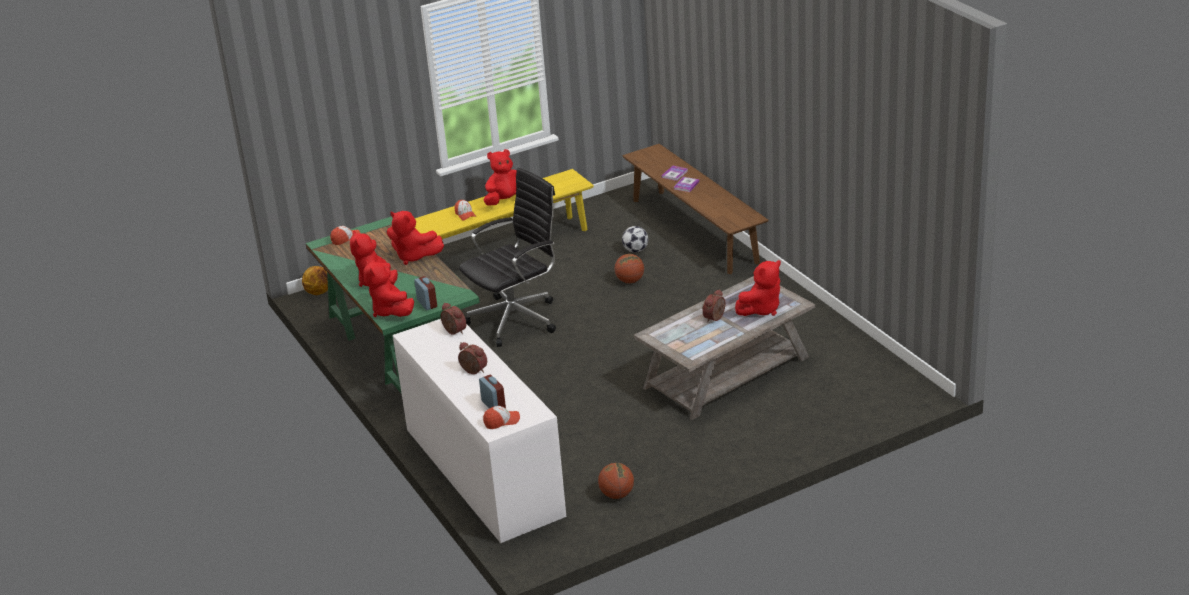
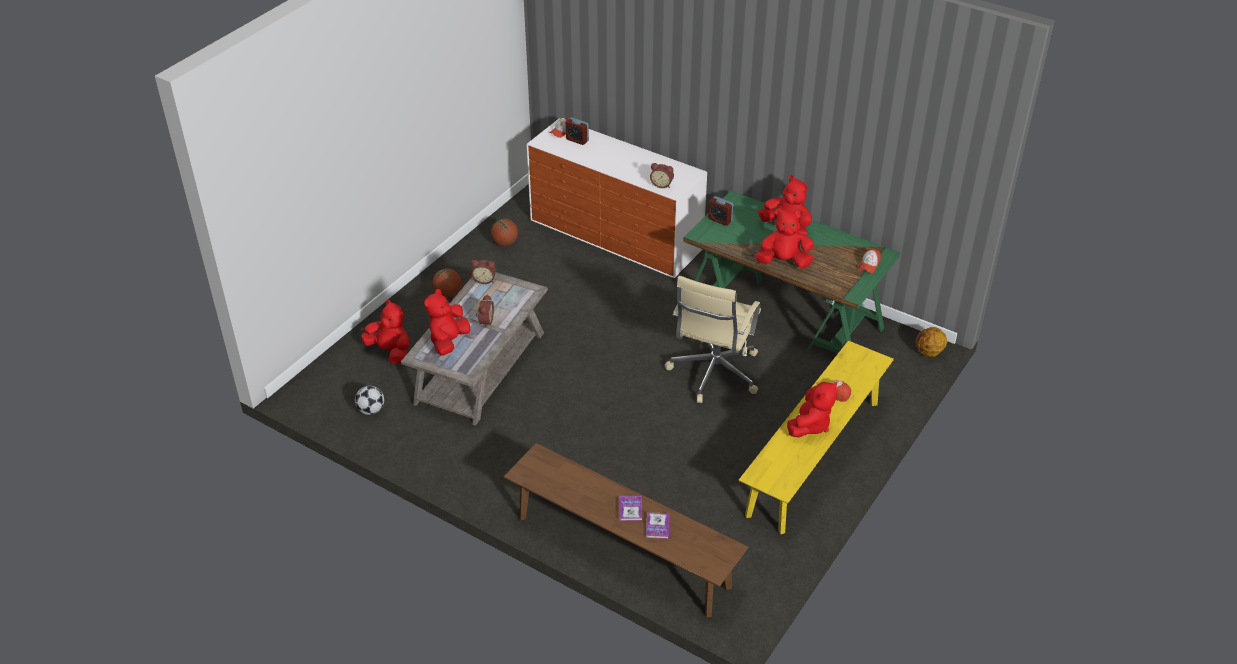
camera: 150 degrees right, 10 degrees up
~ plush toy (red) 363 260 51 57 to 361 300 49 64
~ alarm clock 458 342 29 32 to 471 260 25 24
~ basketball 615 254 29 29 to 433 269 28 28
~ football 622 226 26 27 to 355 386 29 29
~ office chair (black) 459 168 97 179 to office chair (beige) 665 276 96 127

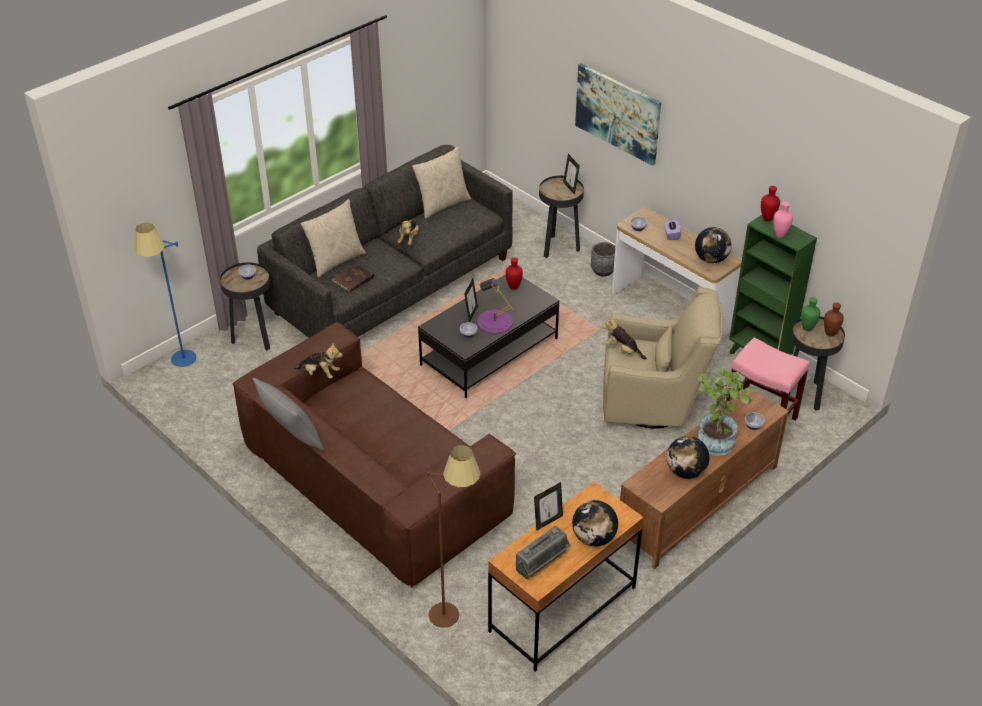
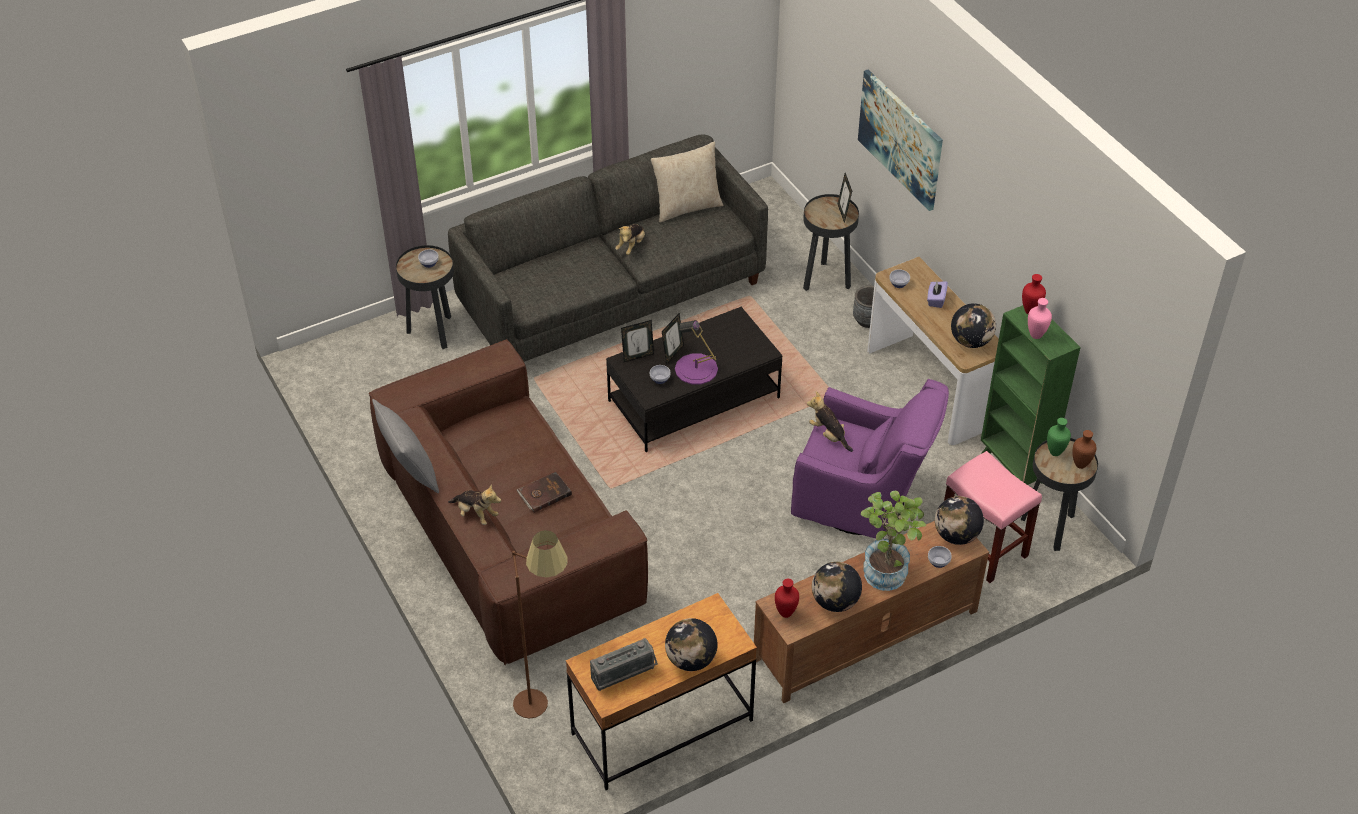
camera: 15 degrees right, 5 degrees up
- floor lamp (blue) 134 223 63 144
- pillow (beige) 301 199 65 78
+ globe 935 496 49 49
~ plush toy 295 343 48 35 to 448 484 53 41
~ book (brown) 332 264 42 28 to 517 472 55 41
~ vase (red) 506 258 17 32 to 775 579 24 39
~ picture frame 534 482 29 49 to 621 320 33 42
~ armchair (beige) 603 287 120 141 to armchair (purple) 791 379 158 159

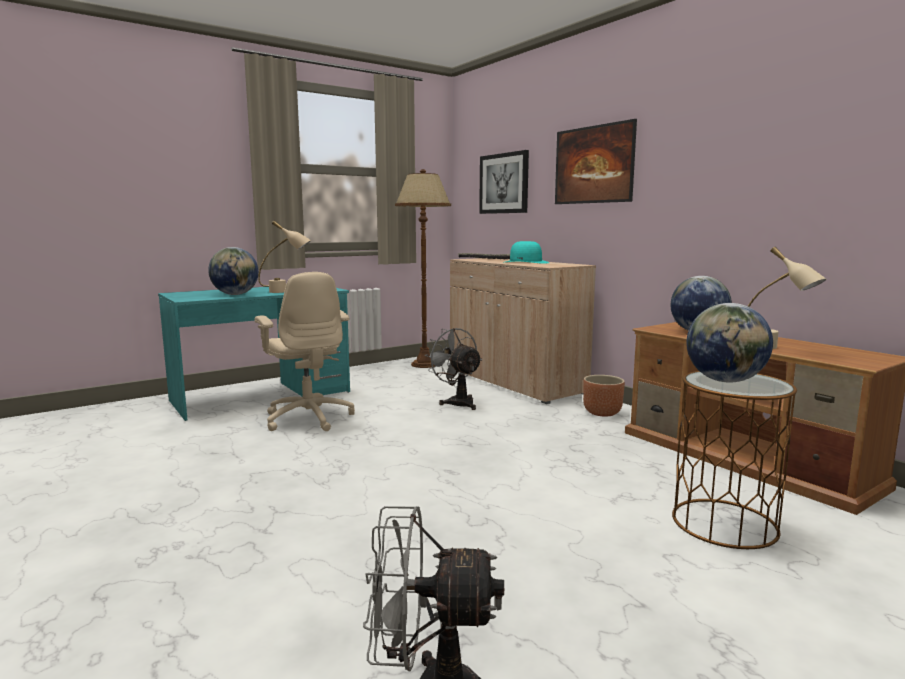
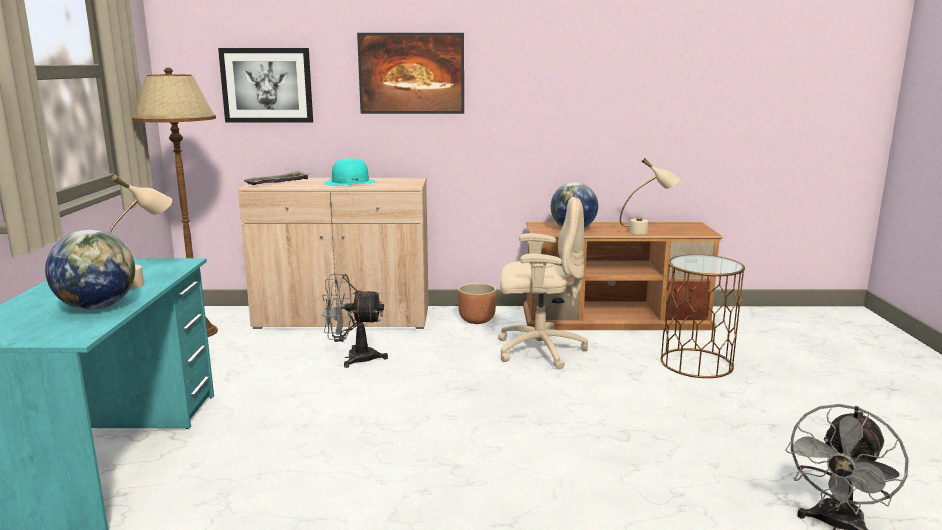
camera: 55 degrees left, 5 degrees up
- globe 686 303 87 80
~ office chair (beige) 254 272 101 159 to 498 197 90 172

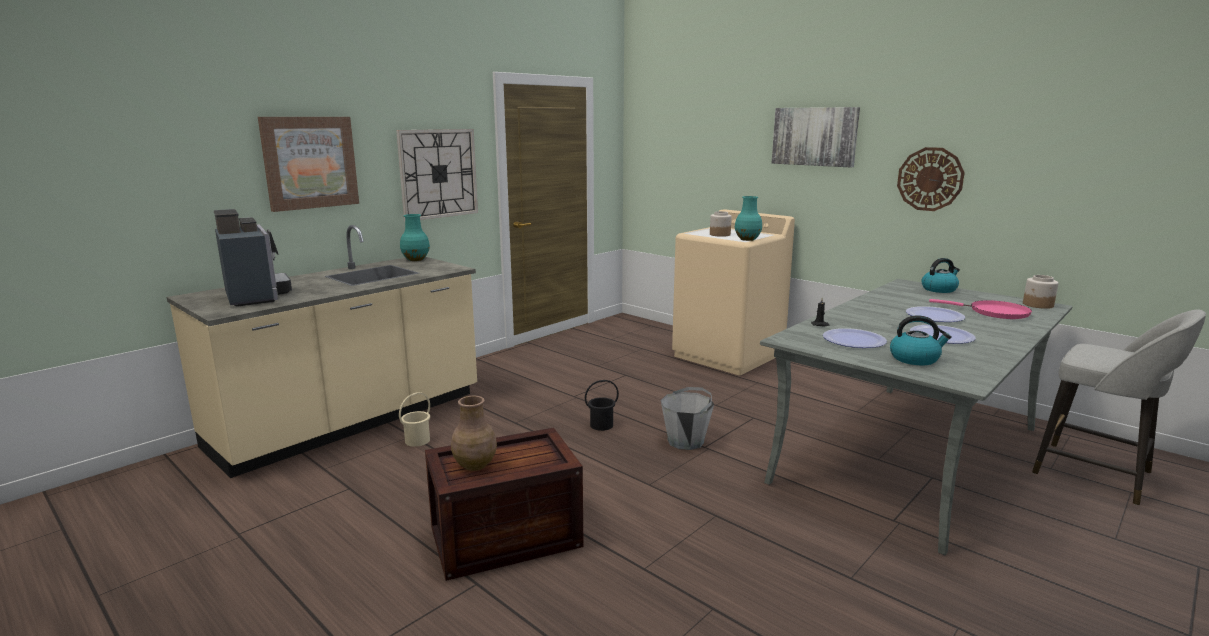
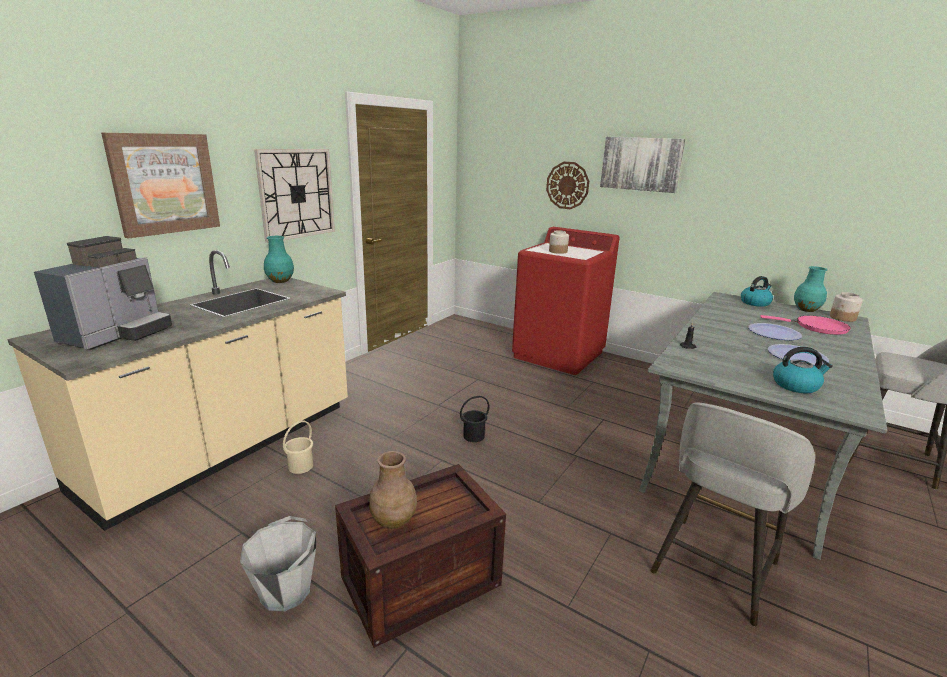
camera: 10 degrees left, 5 degrees up
- plate 823 328 64 20
+ stool (grey) 651 402 164 224
~ bucket (grey) 661 387 53 63 to 240 516 76 96
~ vase (turquoise) 735 196 27 45 to 794 266 34 46
~ wall clock 897 147 68 64 to 546 162 43 47
~ washing machine (beige) 672 209 123 166 to washing machine (red) 512 227 108 148
~ coffee machine 214 209 78 98 = 34 236 138 114 60 degrees clockwise

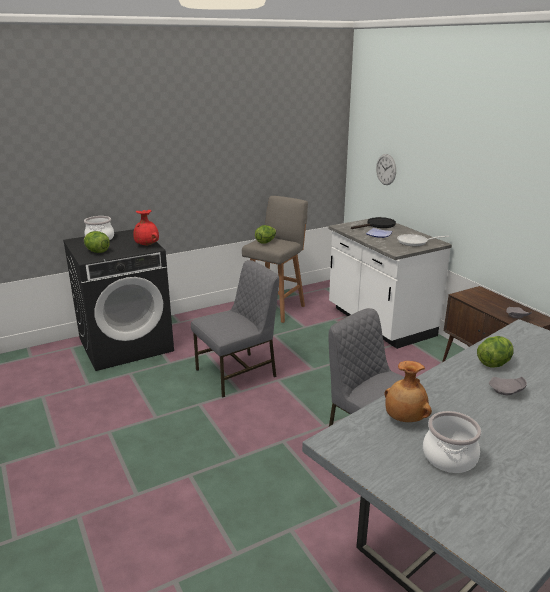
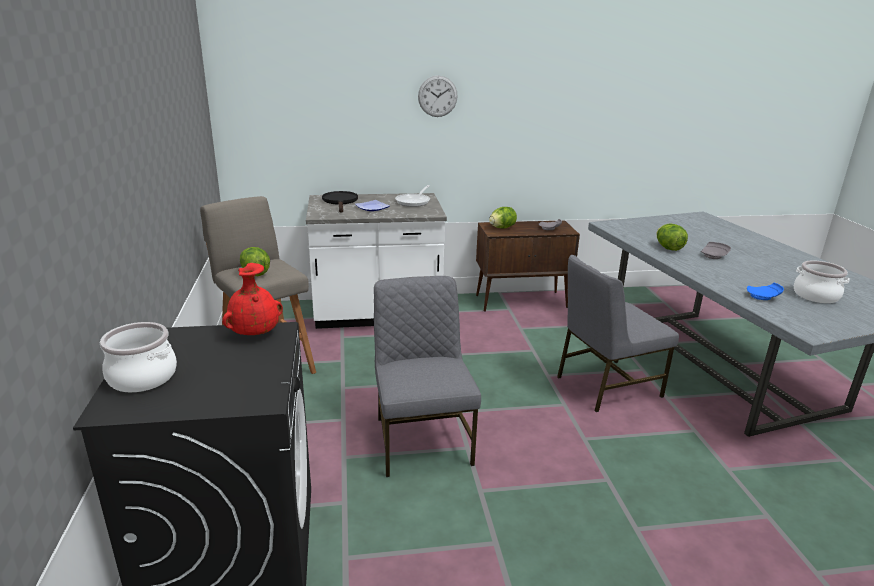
camera: 70 degrees left, 0 degrees up
~ lettuce 84 231 26 22 to 489 207 28 21
~ wall clock 376 154 20 31 to 418 75 40 42
~ vase (brown) 384 361 48 61 to plate (blue) 747 283 37 17

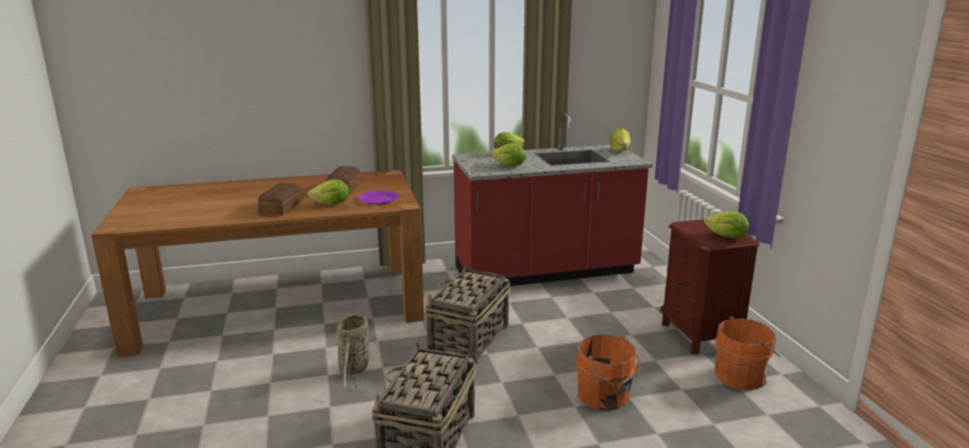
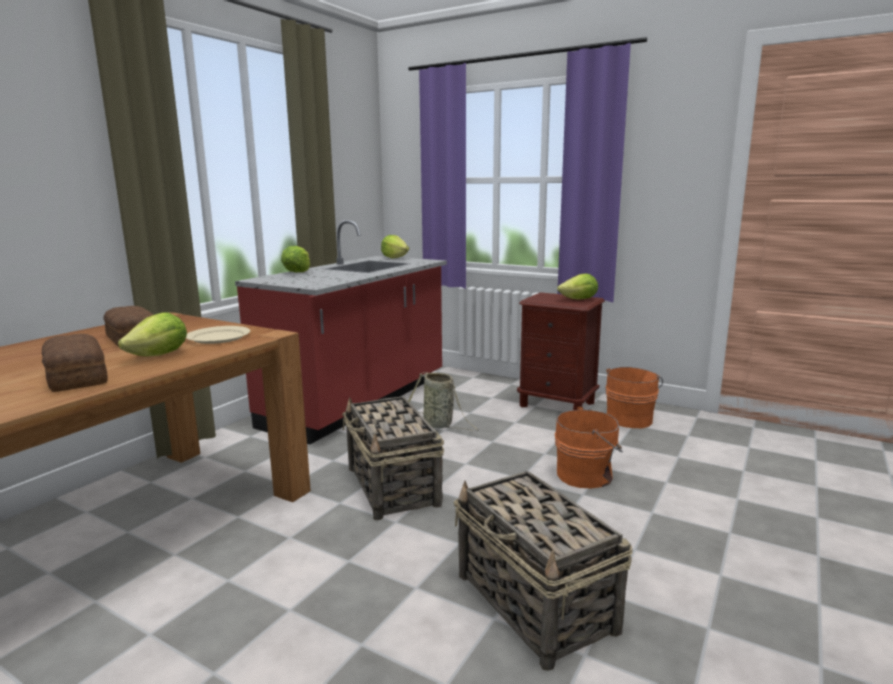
camera: 45 degrees left, 5 degrees down
- lettuce 491 144 35 22
~ basket 336 312 33 80 to 408 372 70 59
~ plate (purple) 358 190 41 15 to plate (beige) 186 326 64 18

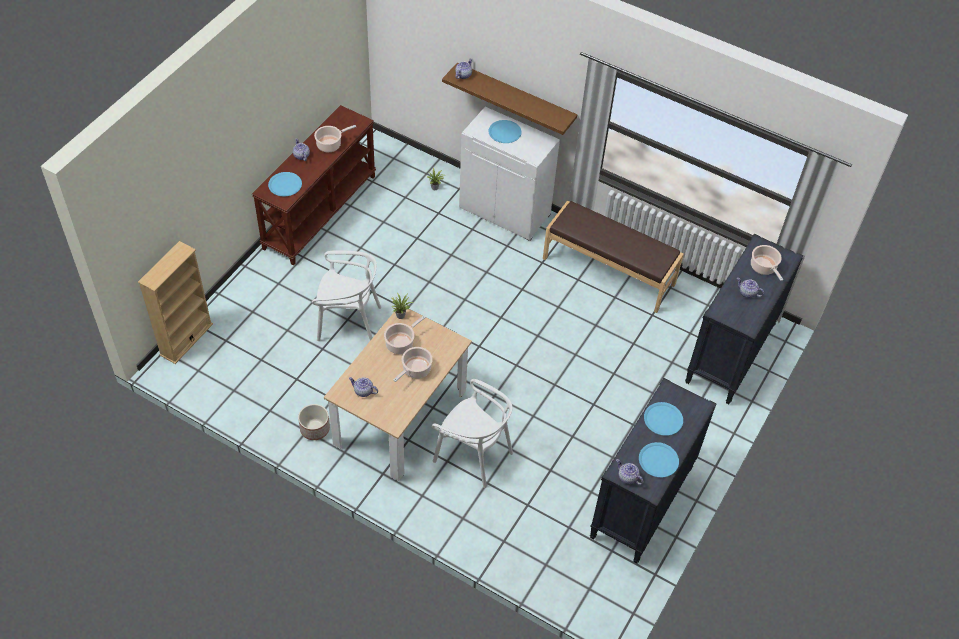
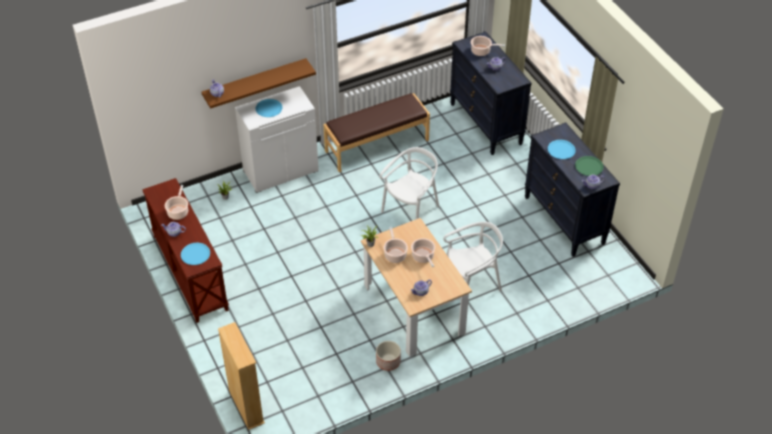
camera: 55 degrees left, 5 degrees down
~ chair (white) 312 250 69 91 to 380 147 59 72
~ plate (blue) 639 442 40 35 to plate (green) 575 156 29 20

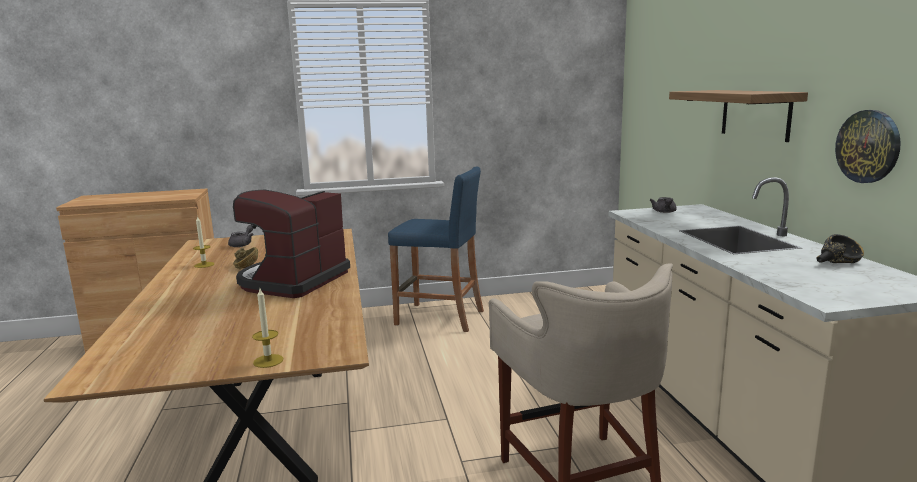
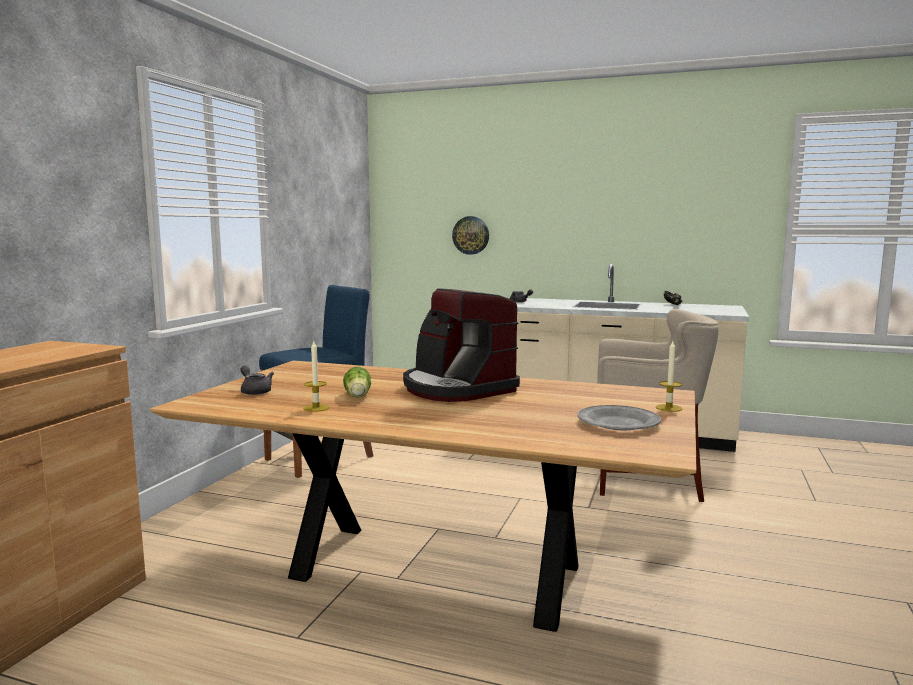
camera: 60 degrees left, 5 degrees down
- shelf 669 90 139 52
+ plate (grey) 577 405 84 25
~ wall clock 835 110 66 73 to 452 216 37 39
~ bowl (brown) 233 247 25 22 to lettuce 343 367 28 30

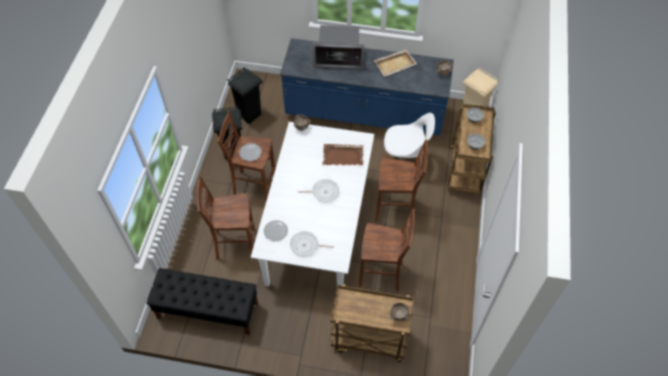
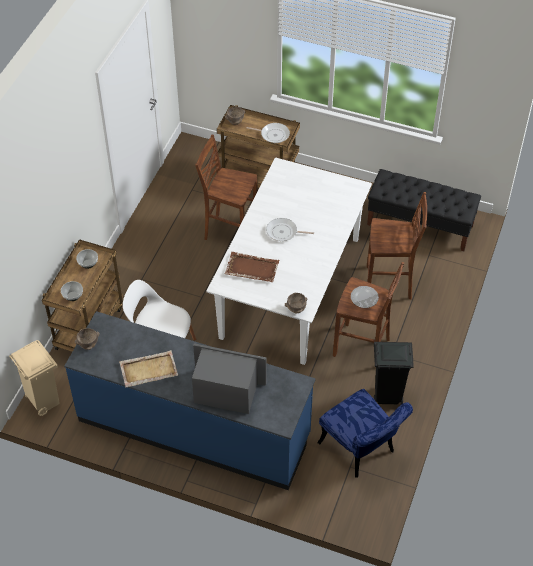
camera: 170 degrees left, 5 degrees down
- plate 264 220 24 21
- stool (brown) 375 139 53 83
~ frying pan 290 231 44 25 to 246 123 44 20
~ trash can (black) 227 67 36 57 to chair (blue) 318 389 95 89

